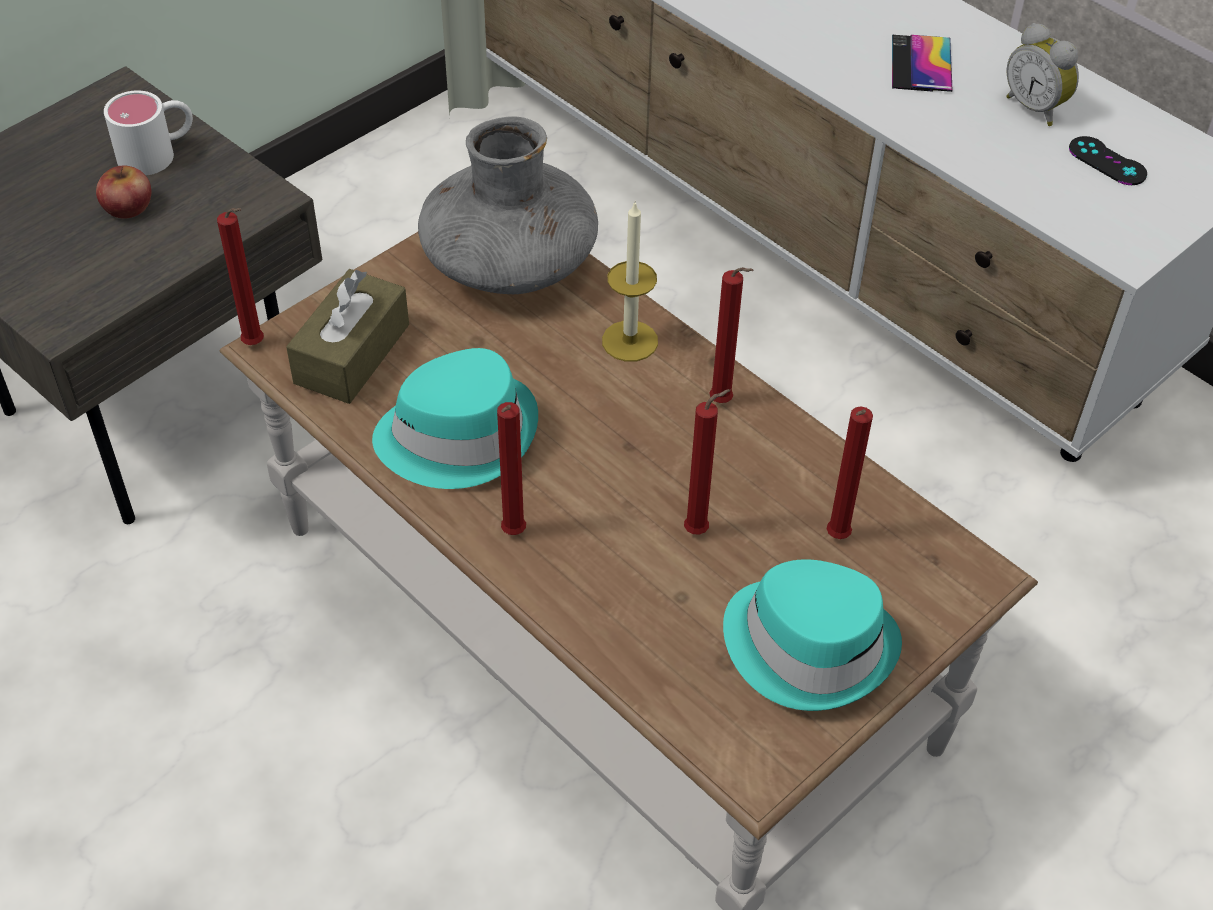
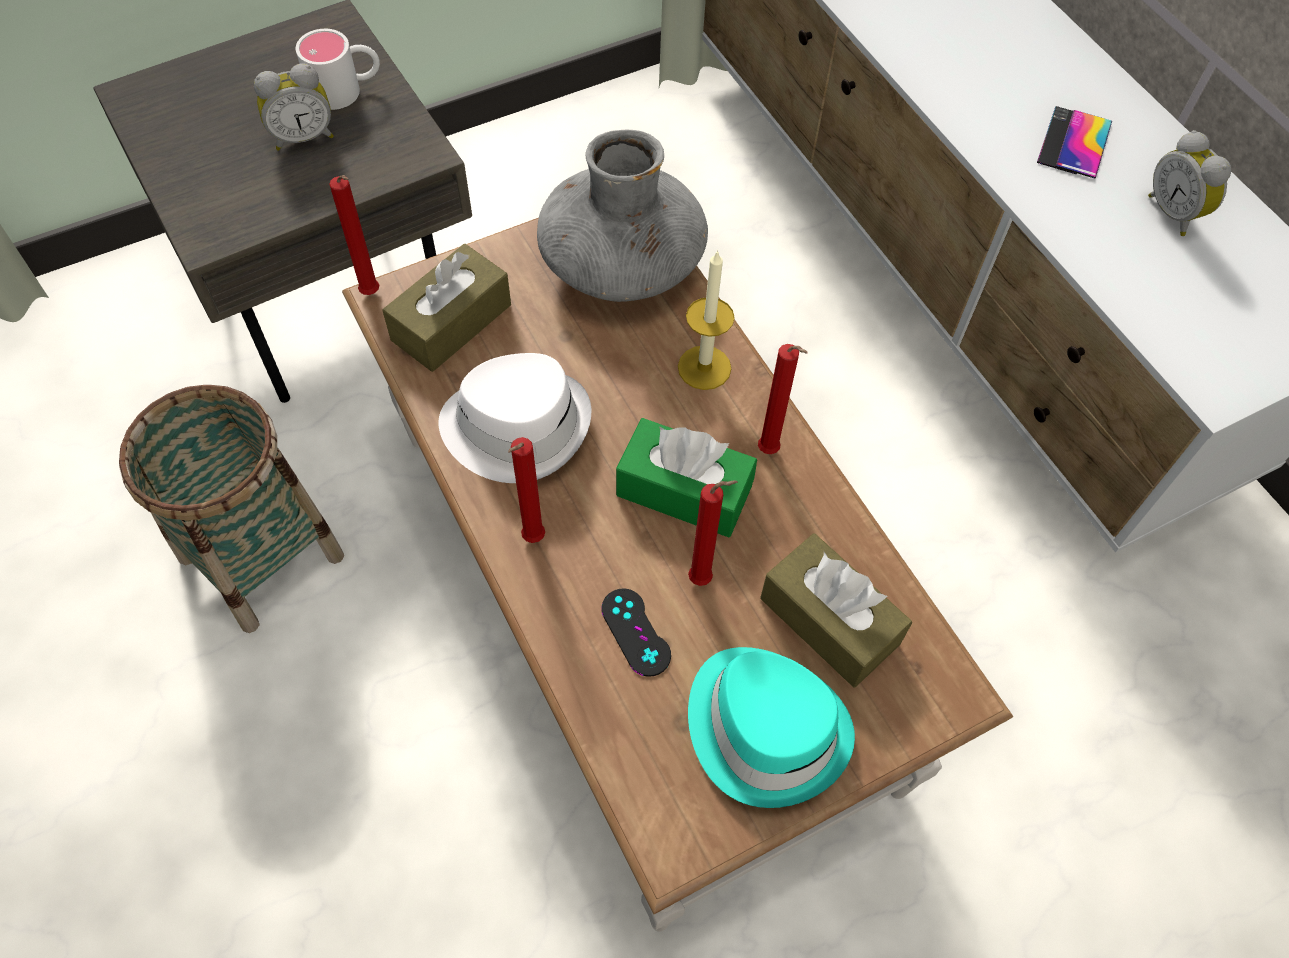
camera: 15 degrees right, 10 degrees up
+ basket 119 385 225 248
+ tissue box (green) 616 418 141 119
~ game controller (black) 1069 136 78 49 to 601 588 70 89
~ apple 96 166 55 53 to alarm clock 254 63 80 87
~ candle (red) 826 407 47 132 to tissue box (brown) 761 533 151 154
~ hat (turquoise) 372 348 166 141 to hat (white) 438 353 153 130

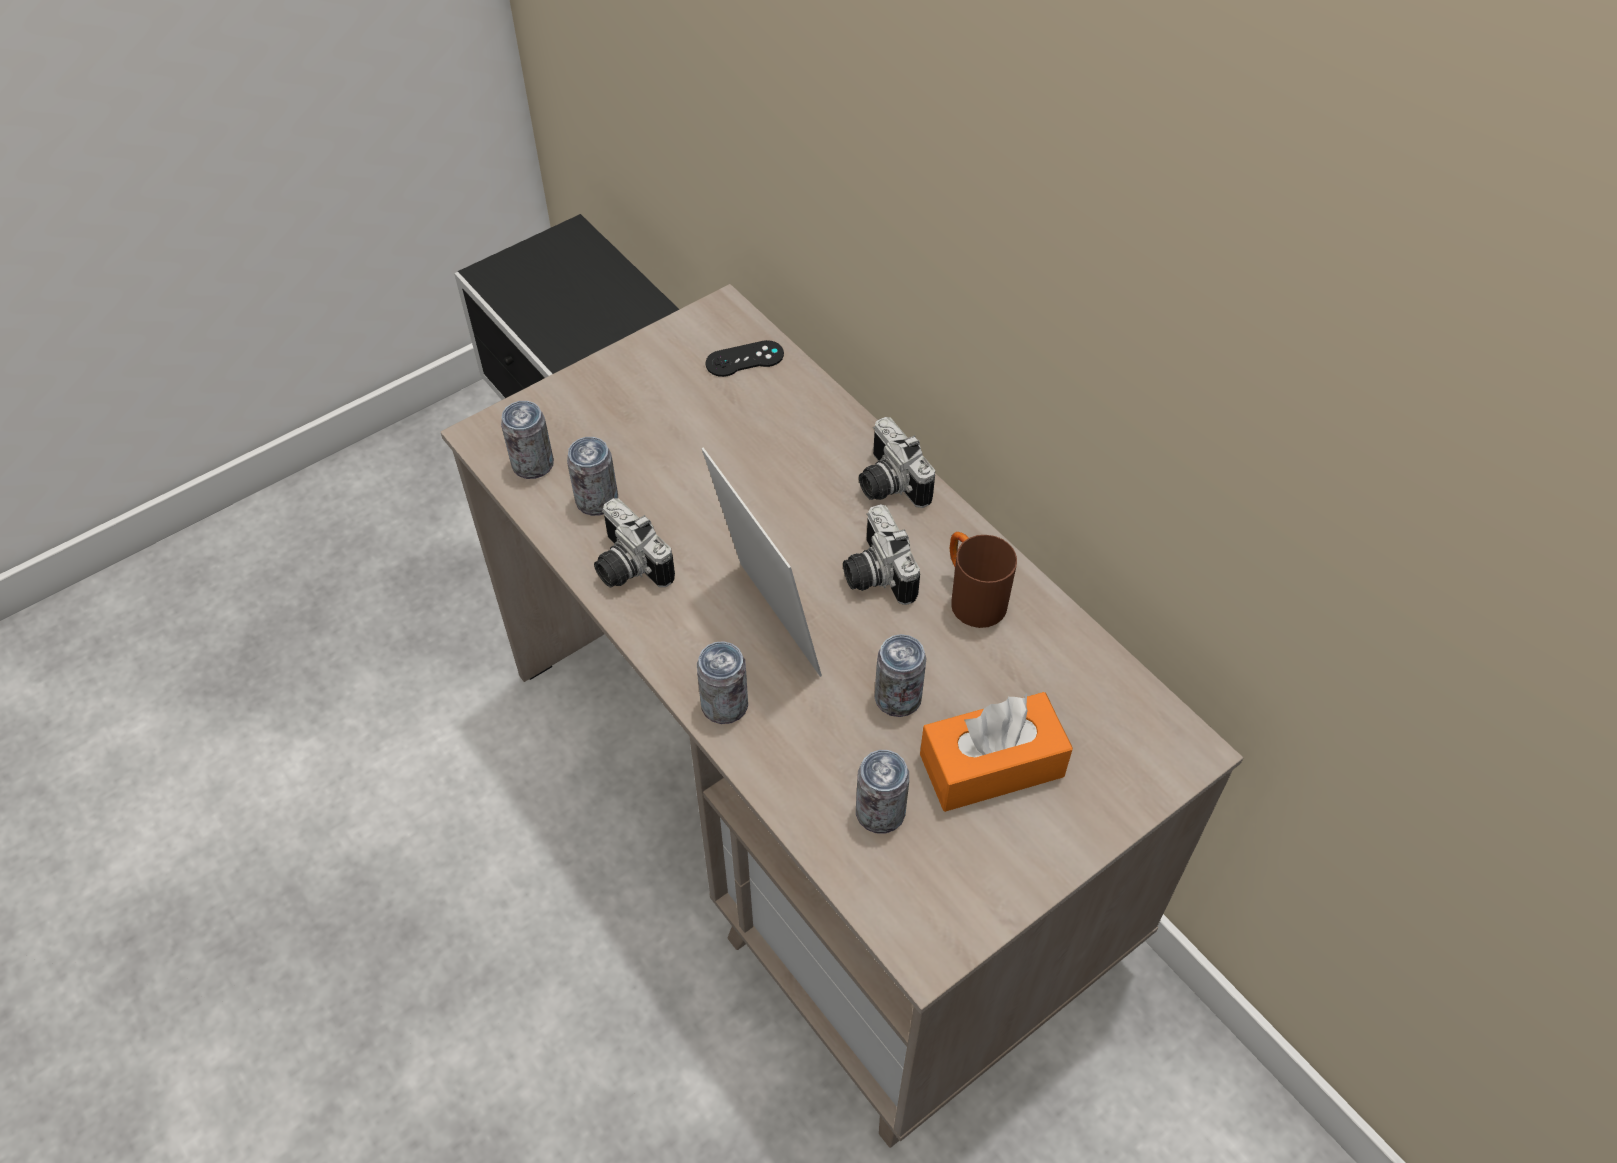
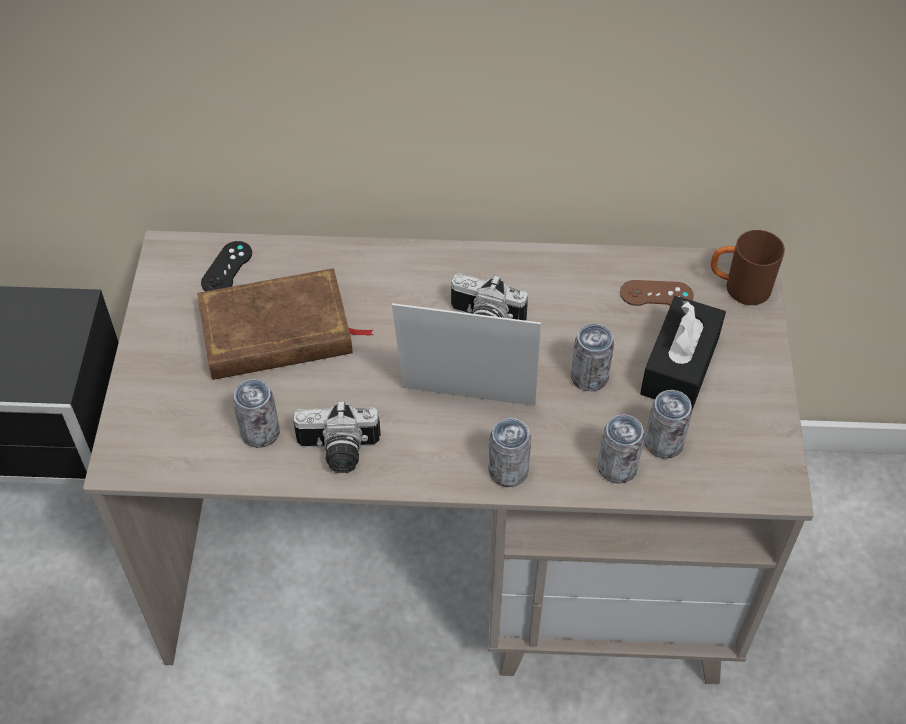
camera: 50 degrees left, 0 degrees up
- photo camera 859 417 76 91
+ book (brown) 197 268 176 112
+ game controller (brown) 620 280 74 26
~ can 501 401 53 78 to 598 414 47 70
~ mug (brown) 950 532 67 96 to 711 230 74 75
~ tissue box (orange) 920 692 153 120 to tissue box (black) 640 296 86 114

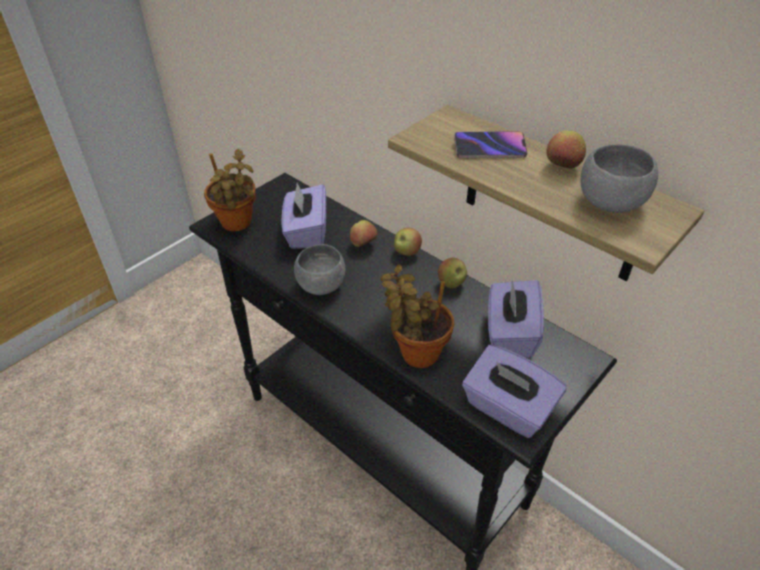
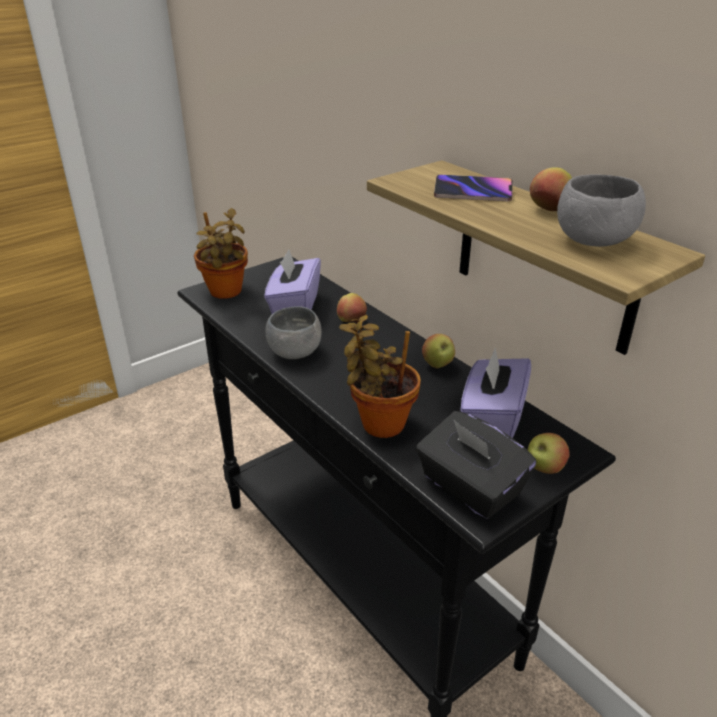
camera: 10 degrees right, 10 degrees down
~ apple 394 228 28 28 to 528 433 42 41
~ tissue box (purple) 462 345 105 93 to tissue box (black) 416 411 120 108

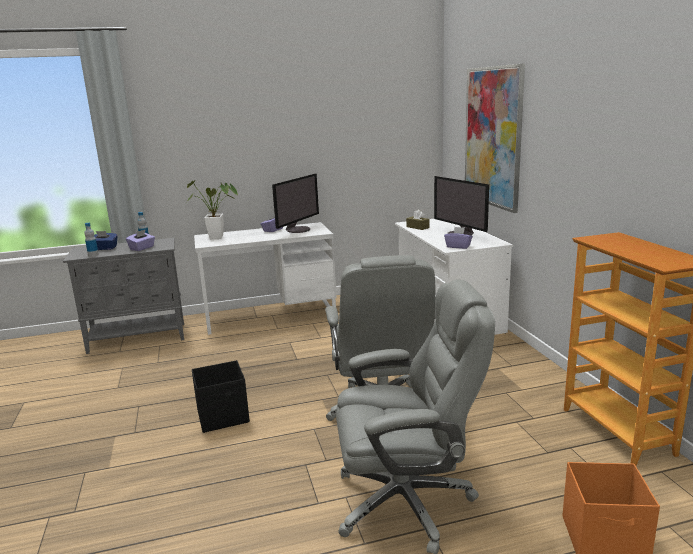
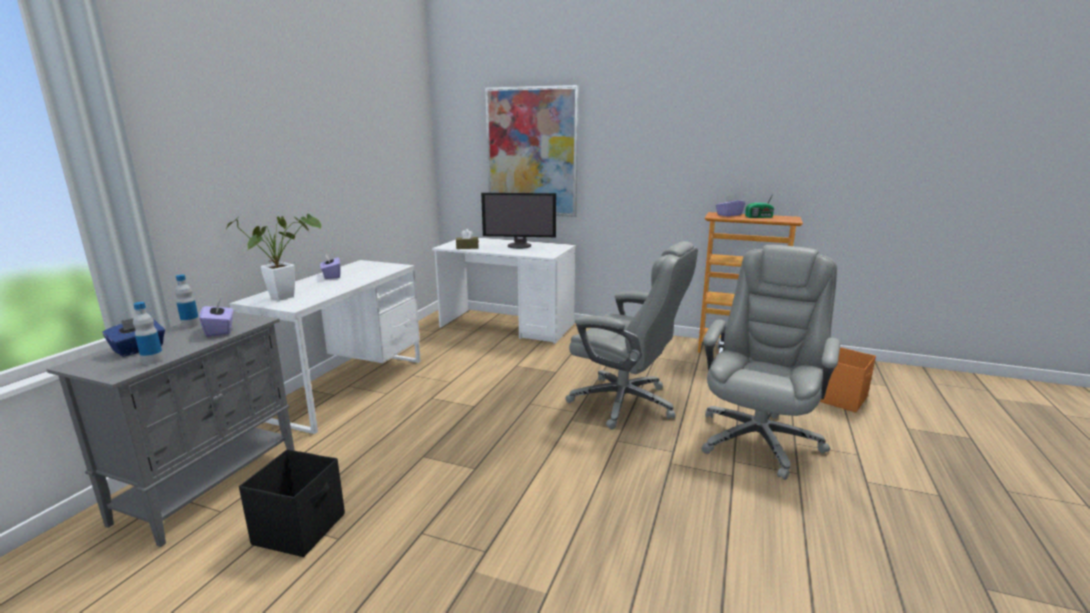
camera: 55 degrees left, 0 degrees up
- monitor 272 173 47 60
+ radio 745 192 29 26
~ storage box (black) 192 360 58 73 to 239 449 106 108
~ tissue box (purple) 444 227 29 22 to 716 195 29 21

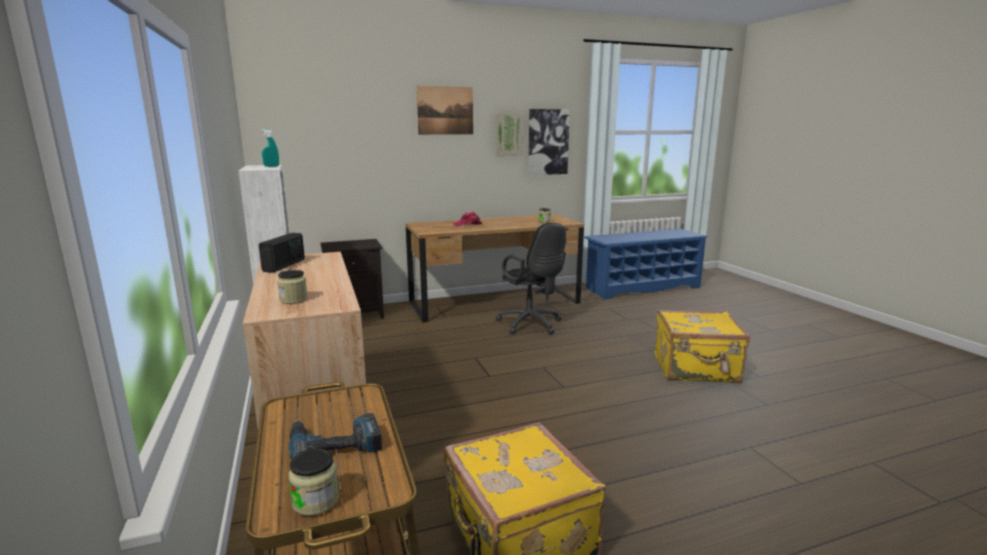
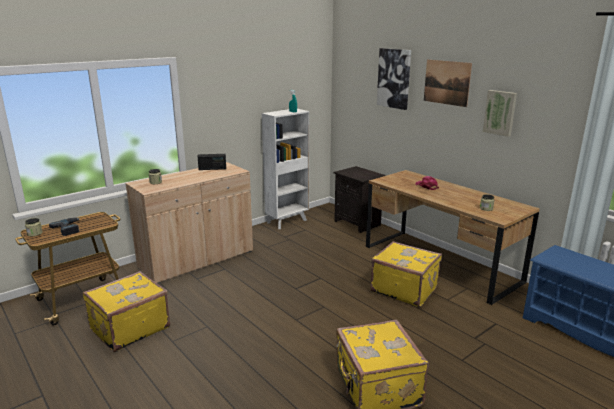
camera: 70 degrees right, 5 degrees up
~ picture 528 109 42 66 to 377 48 34 62
~ office chair (black) 495 223 71 111 to suitcase (yellow) 371 241 71 66

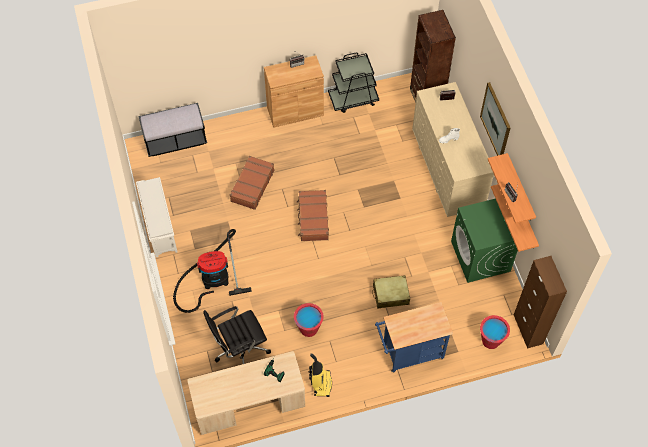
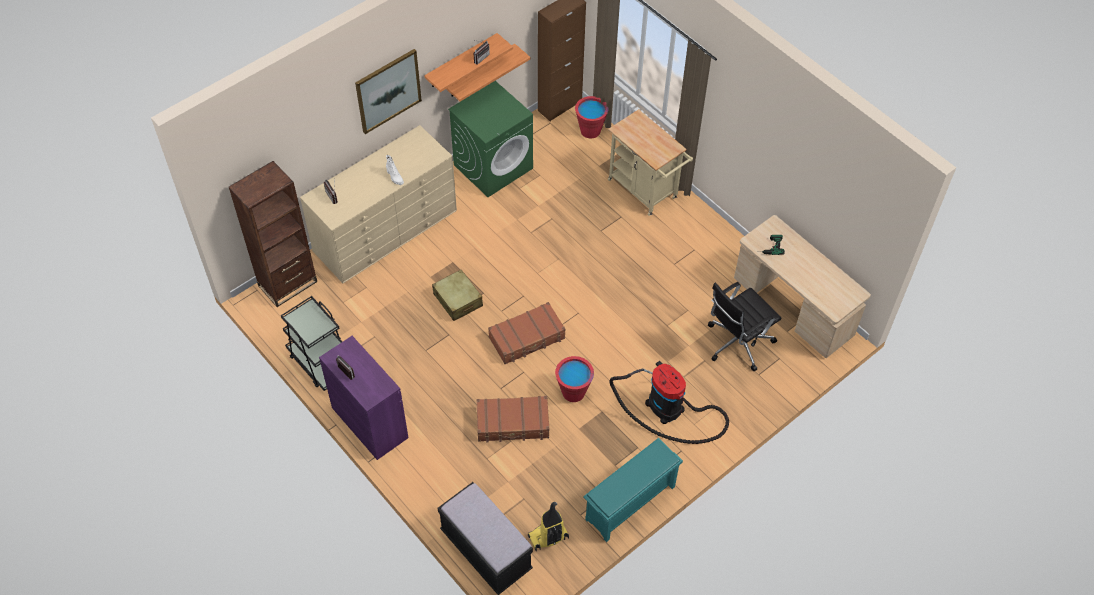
camera: 115 degrees left, 5 degrees down
~ bucket (red) 294 303 30 34 to 555 356 39 46
~ vacuum cleaner 308 353 24 44 to 528 502 41 49
~ suitcase (beige) 372 275 38 34 to 432 270 51 51
~ shoe rack (white) 136 177 42 80 to shoe rack (turquoise) 583 438 100 104
~ cabinet (brown) 264 55 60 73 to cabinet (purple) 319 336 89 124
~ cart (blue) 375 302 78 71 to cart (beige) 608 109 85 107
~ office chair (black) 204 306 67 58 = 708 282 73 89 105 degrees clockwise

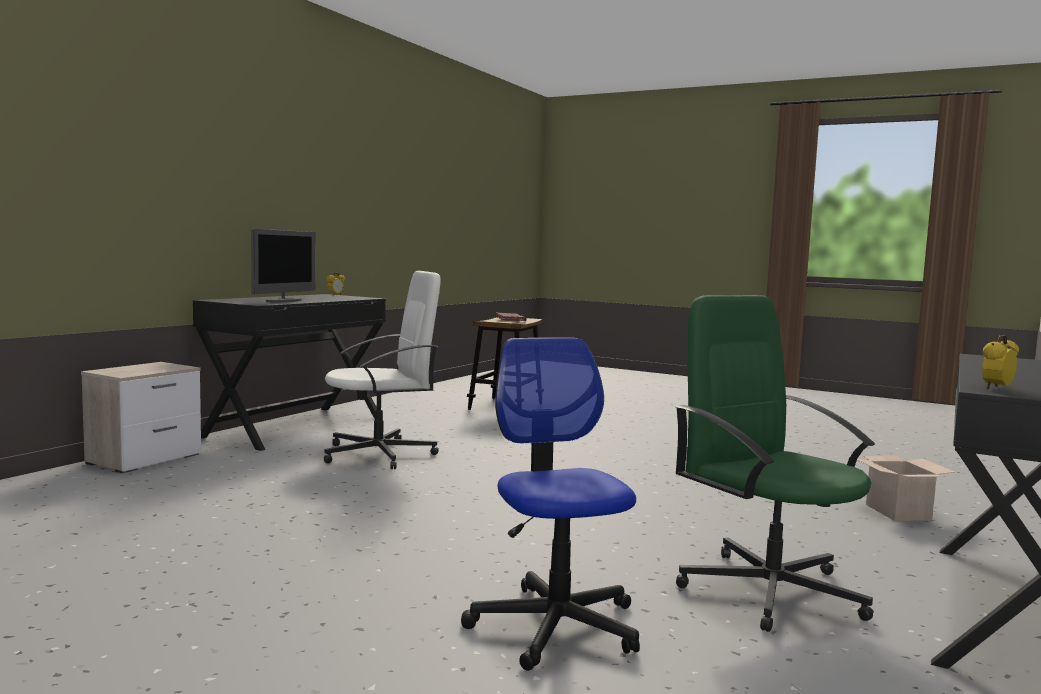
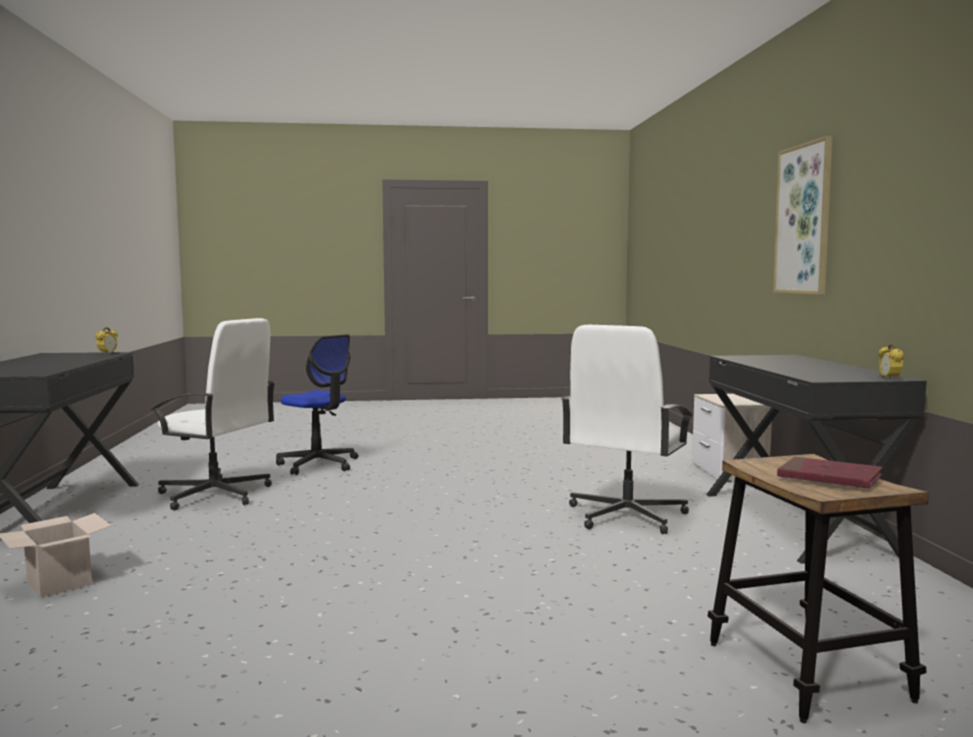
camera: 145 degrees right, 0 degrees up
- monitor 251 229 64 73
+ picture 773 136 59 159
~ office chair (green) 675 295 200 337 to office chair (white) 151 318 124 192

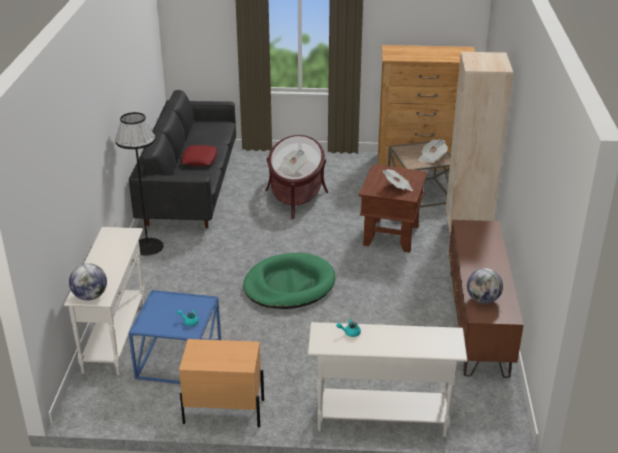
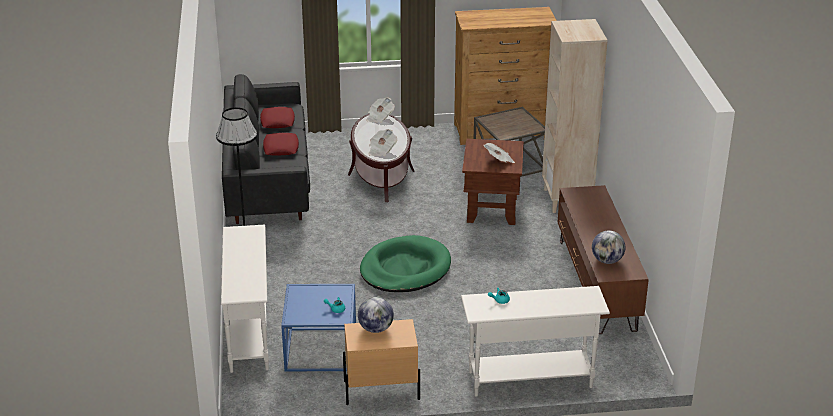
camera: 10 degrees left, 0 degrees up
+ pillow (red) 260 107 35 21
~ globe 69 263 38 38 to 358 297 36 36
~ newspaper 418 139 30 24 to 366 98 29 25

